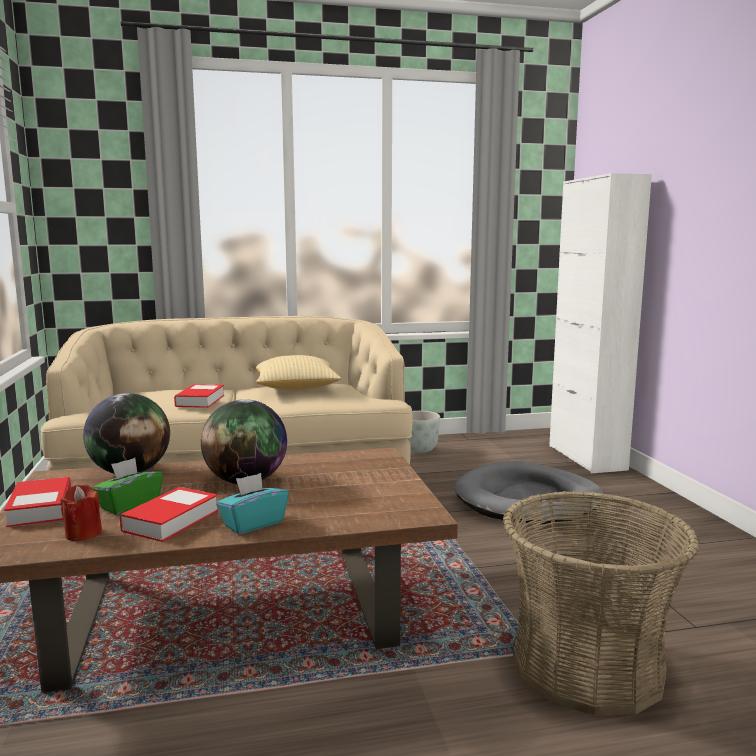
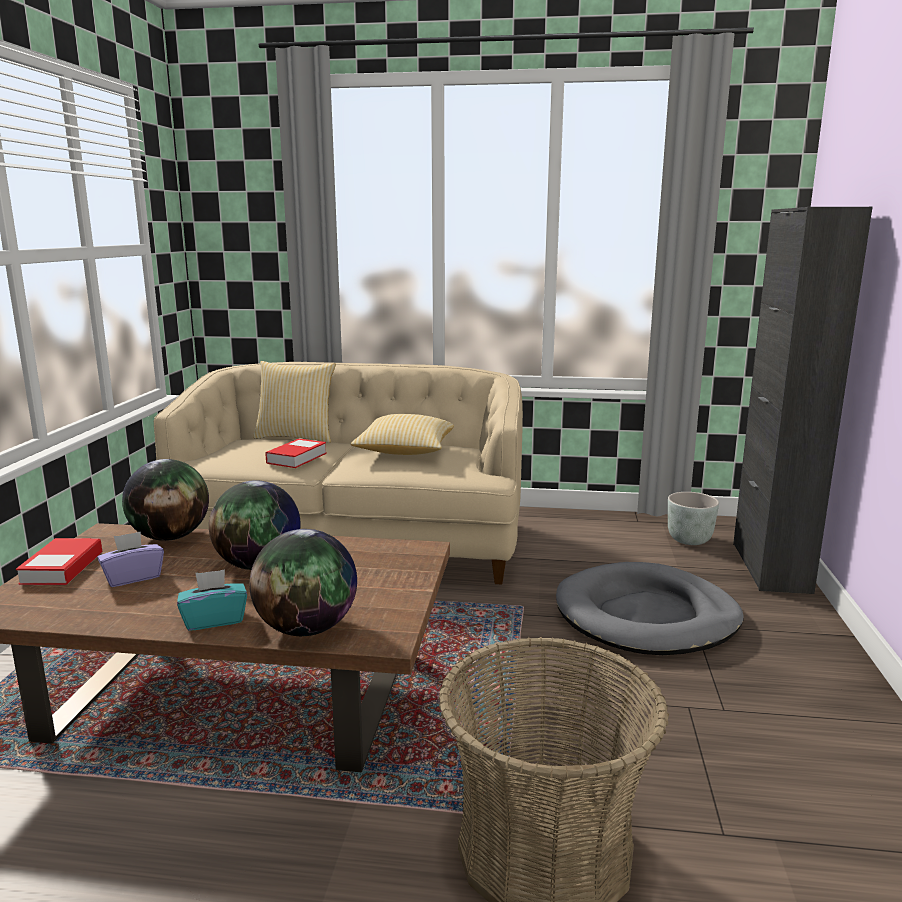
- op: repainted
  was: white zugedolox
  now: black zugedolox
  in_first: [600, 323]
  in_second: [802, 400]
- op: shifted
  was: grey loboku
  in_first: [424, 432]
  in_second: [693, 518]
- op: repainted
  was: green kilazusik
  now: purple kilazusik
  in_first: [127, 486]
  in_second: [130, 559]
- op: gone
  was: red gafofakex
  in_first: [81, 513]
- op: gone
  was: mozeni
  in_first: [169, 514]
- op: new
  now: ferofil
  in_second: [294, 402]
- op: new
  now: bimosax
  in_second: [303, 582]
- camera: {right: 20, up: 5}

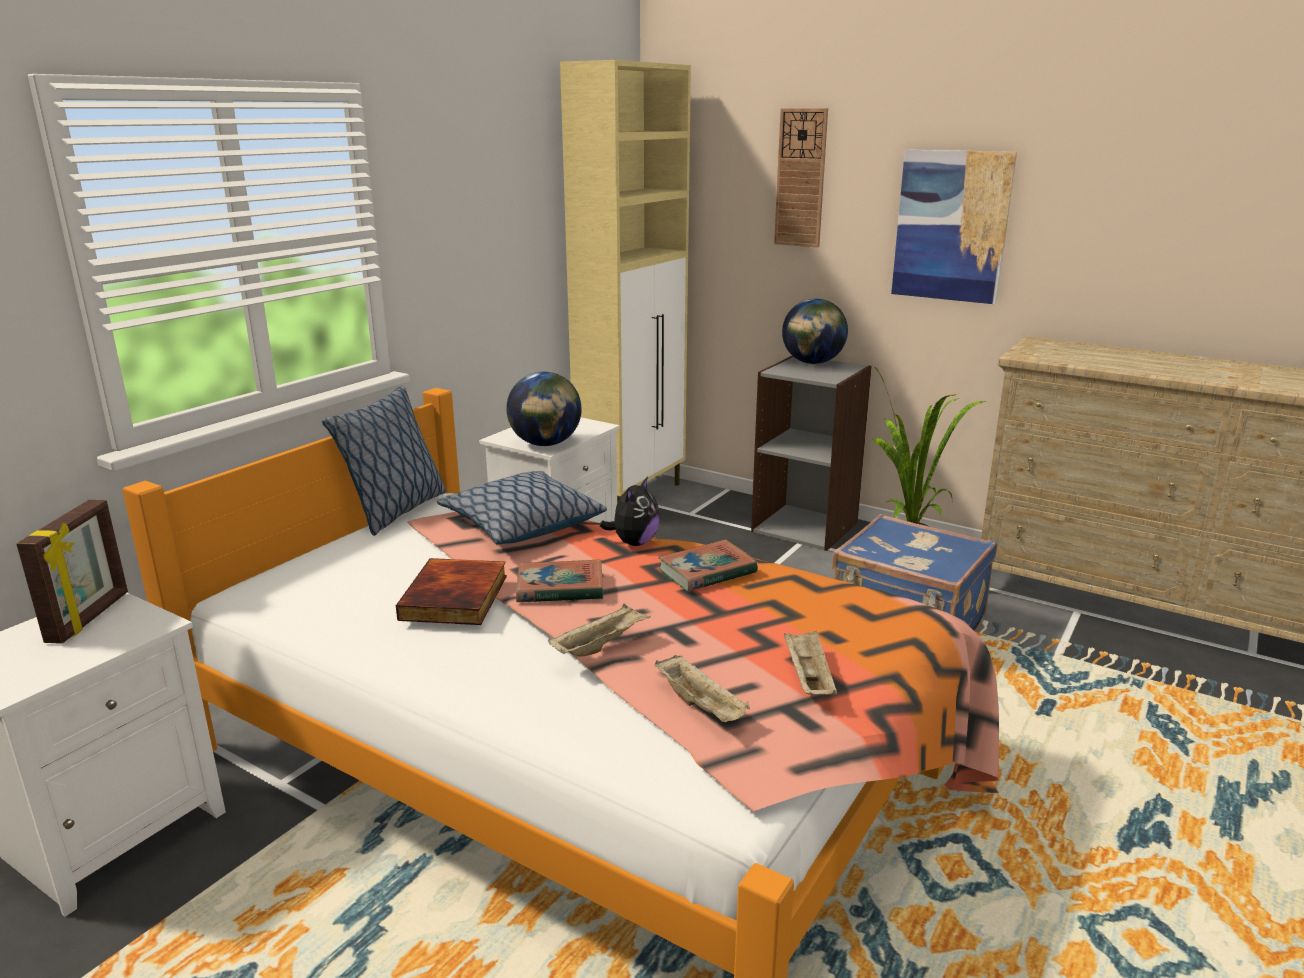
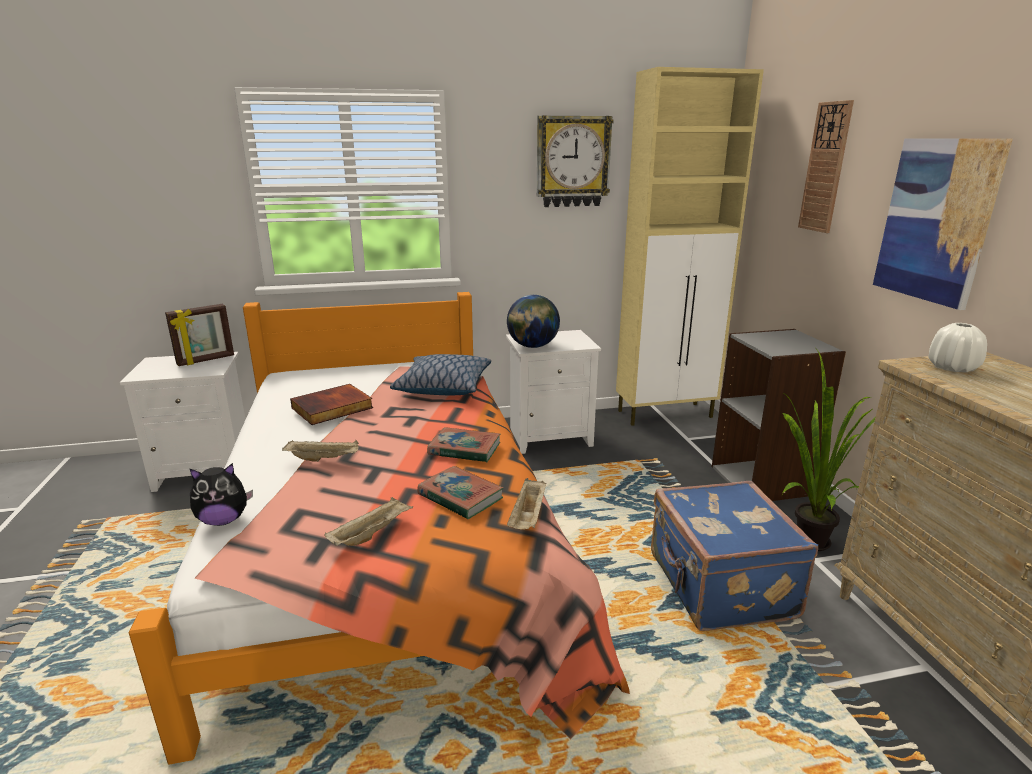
- op: gone
  was: bimosax
  in_first: [815, 331]
- op: gone
  was: ferofil
  in_first: [384, 461]
- op: shifted
  was: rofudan
  in_first: [630, 511]
  in_second: [221, 494]
- op: shifted
  was: mozeni
  in_first: [559, 580]
  in_second: [460, 492]
- op: shifted
  was: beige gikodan
  in_first: [702, 688]
  in_second: [526, 503]
- op: new
  now: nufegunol
  in_second: [575, 161]
- op: new
  now: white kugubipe
  in_second: [958, 348]
- camera: {right: 45, up: 0}

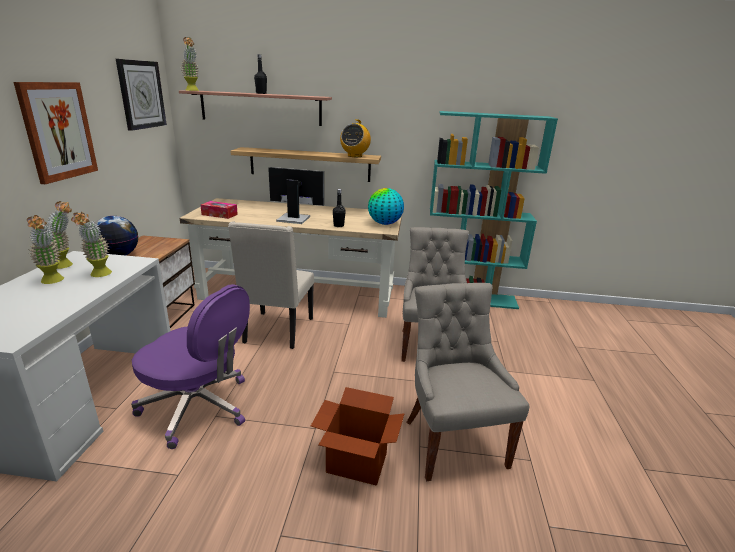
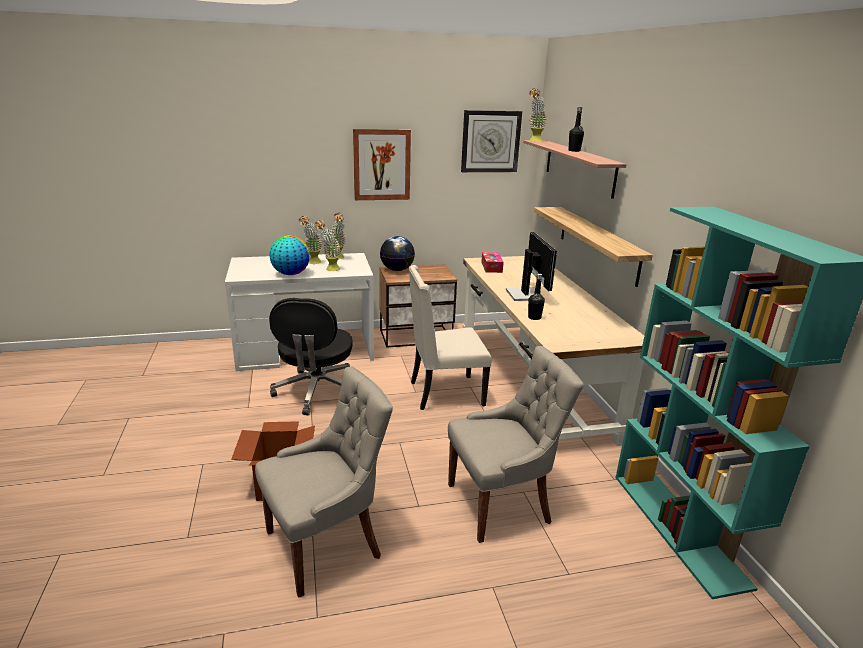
- op: gone
  was: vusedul
  in_first: [355, 138]
- op: shifted
  was: bimosax
  in_first: [386, 206]
  in_second: [289, 255]
- op: repainted
  was: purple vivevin
  now: black vivevin
  in_first: [190, 366]
  in_second: [311, 356]
- camera: {right: 70, up: 0}

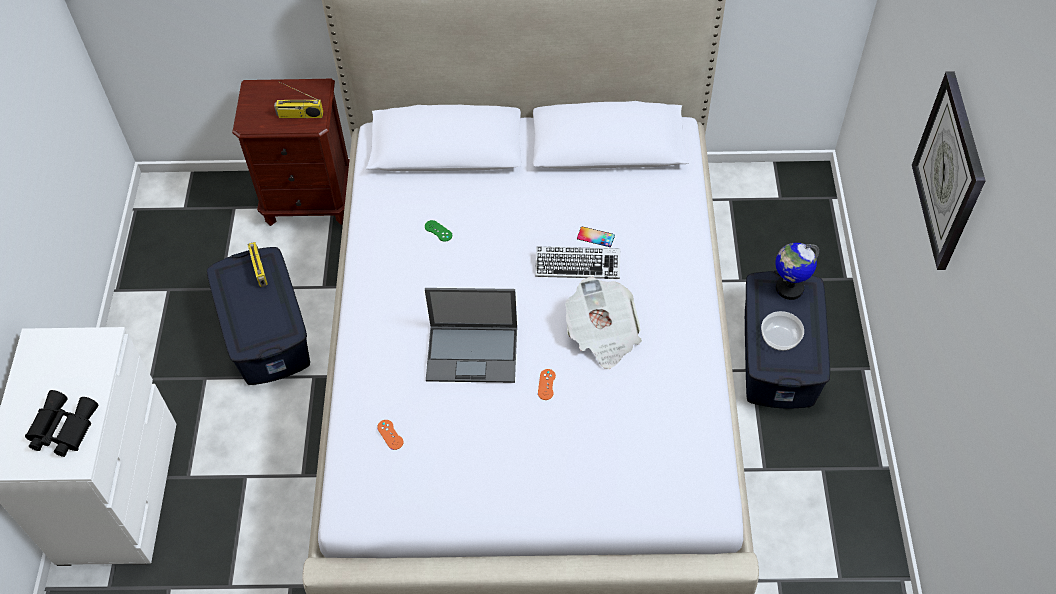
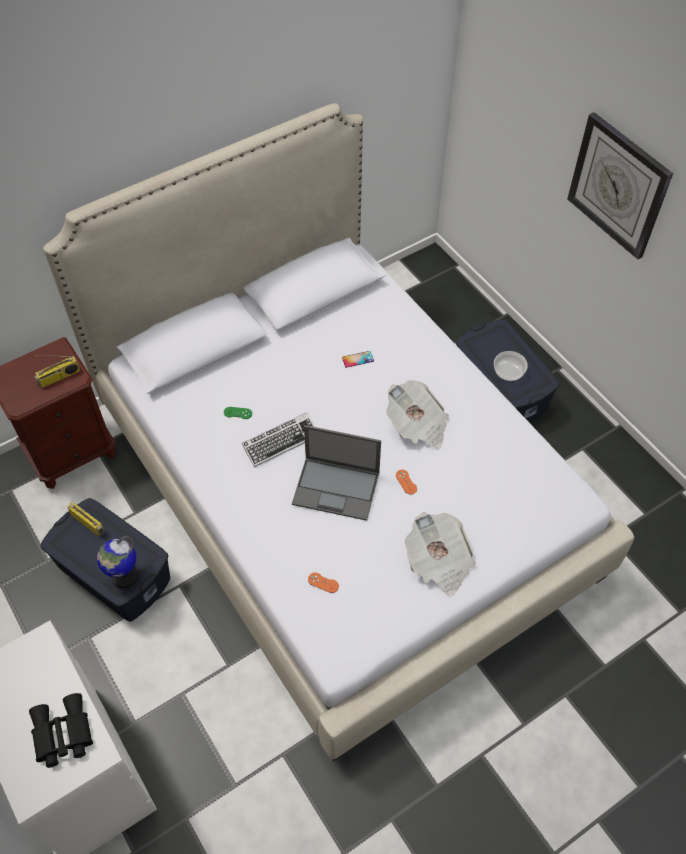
- op: shifted
  was: bimosax
  in_first: [797, 271]
  in_second: [118, 562]
- op: shifted
  was: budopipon
  in_first: [577, 262]
  in_second: [278, 439]
- op: rotated
  was: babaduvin
  in_first: [471, 335]
  in_second: [336, 473]
  clockwise: 45
- op: new
  now: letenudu
  in_second: [440, 554]
- camera: {right: -35, up: 0}

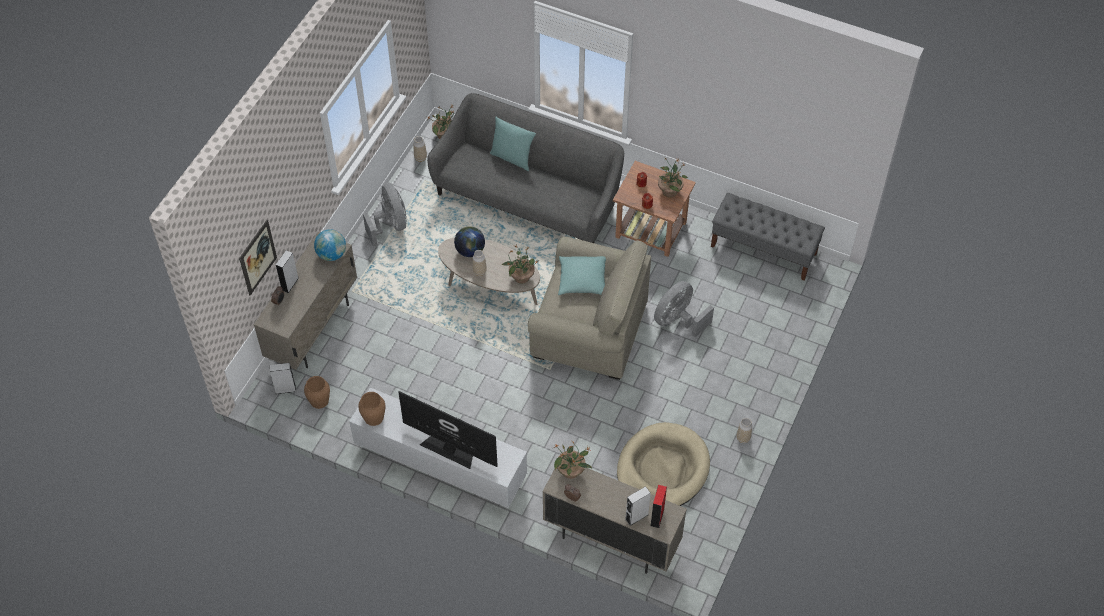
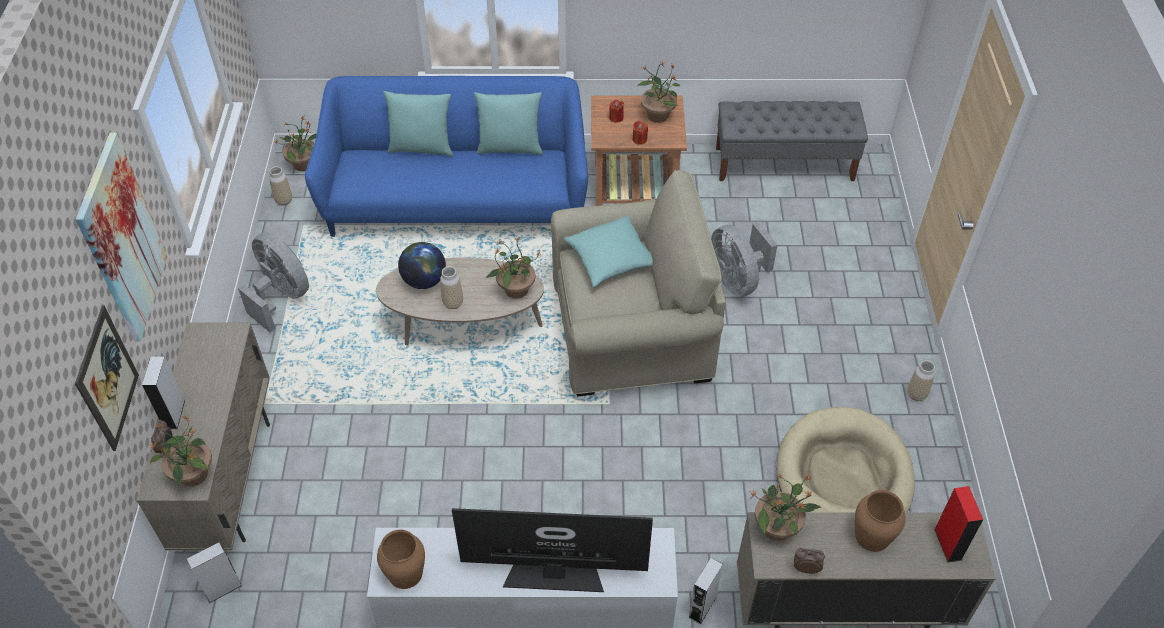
- op: repainted
  was: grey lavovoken
  now: blue lavovoken
  in_first: [525, 168]
  in_second: [446, 156]
- op: gone
  was: bimosax
  in_first: [330, 245]
- op: rotated
  was: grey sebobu
  in_first: [684, 309]
  in_second: [744, 258]
  clockwise: -45
- op: shifted
  was: brown kugubipe
  in_first: [317, 392]
  in_second: [880, 521]
- op: shifted
  was: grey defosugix
  in_first: [638, 506]
  in_second: [705, 591]
- op: new
  now: turquoise ferofil
  in_second: [508, 123]
- op: new
  now: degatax
  in_second: [121, 236]
- op: new
  now: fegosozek
  in_second: [180, 450]
- camera: {right: -25, up: -5}

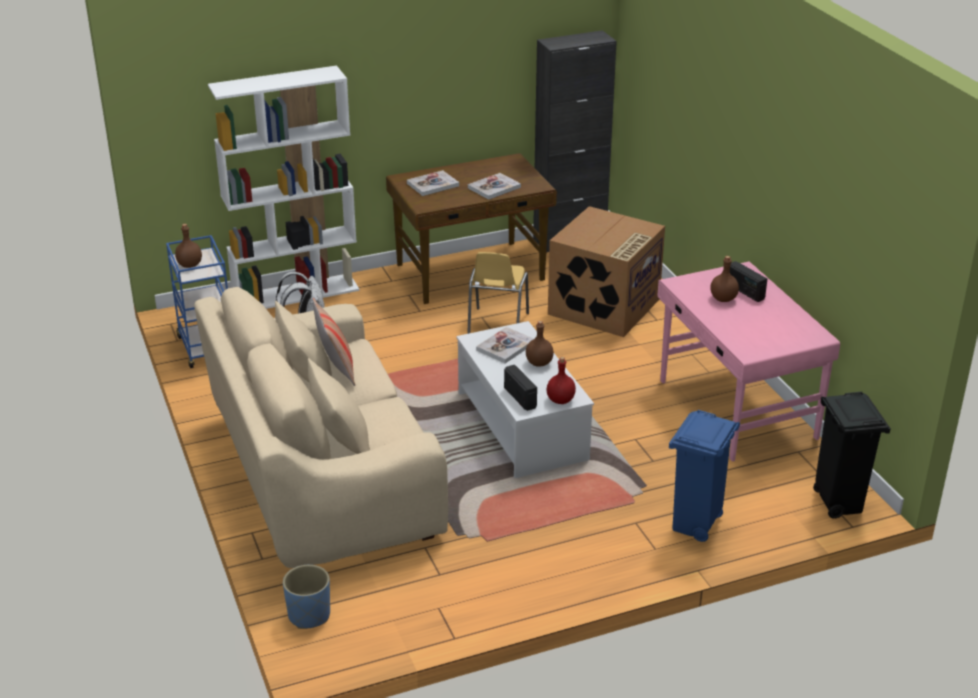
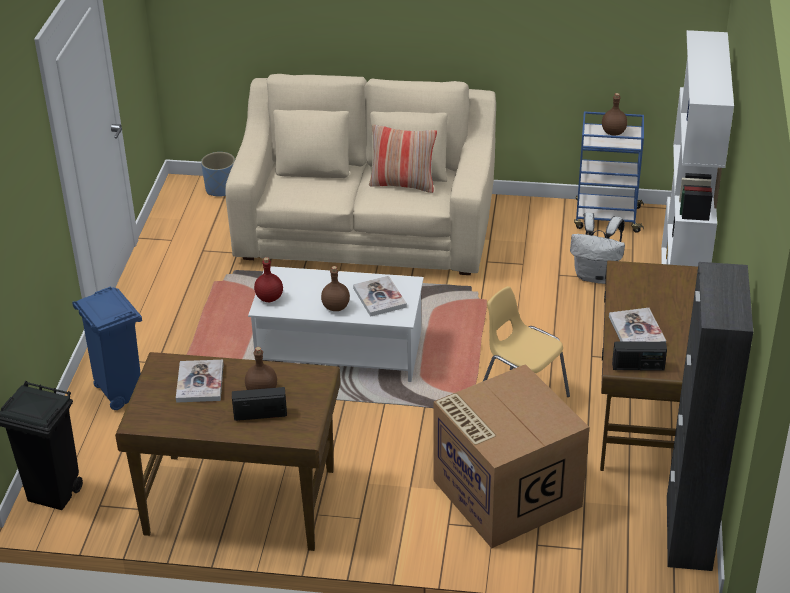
- op: shifted
  was: mozeni
  in_first: [433, 183]
  in_second: [200, 381]
- op: repainted
  was: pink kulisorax
  now: brown kulisorax
  in_first: [749, 362]
  in_second: [228, 451]
- op: shifted
  was: vusedul
  in_first: [520, 388]
  in_second: [639, 356]
- camera: {right: 120, up: 5}

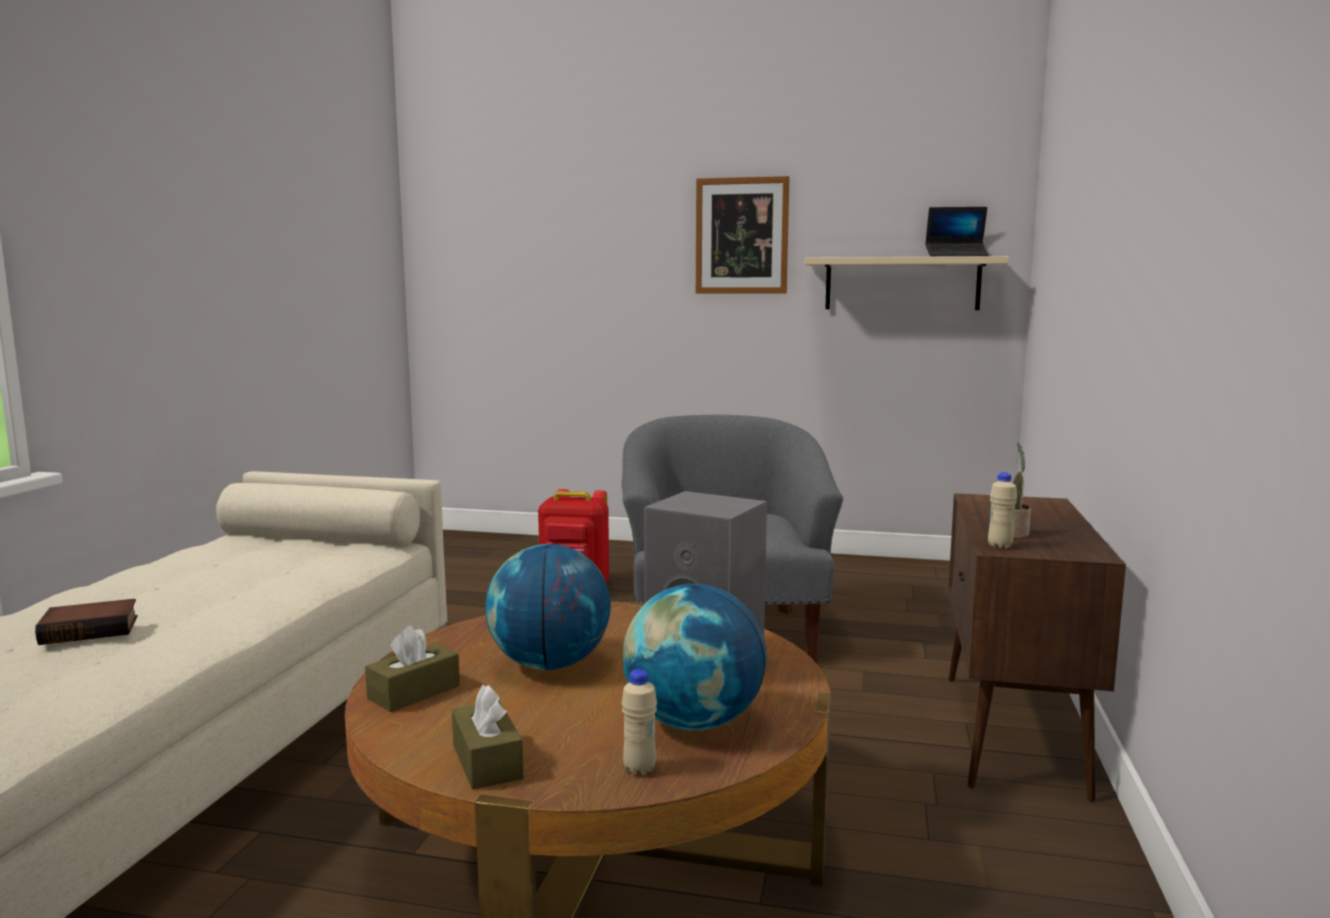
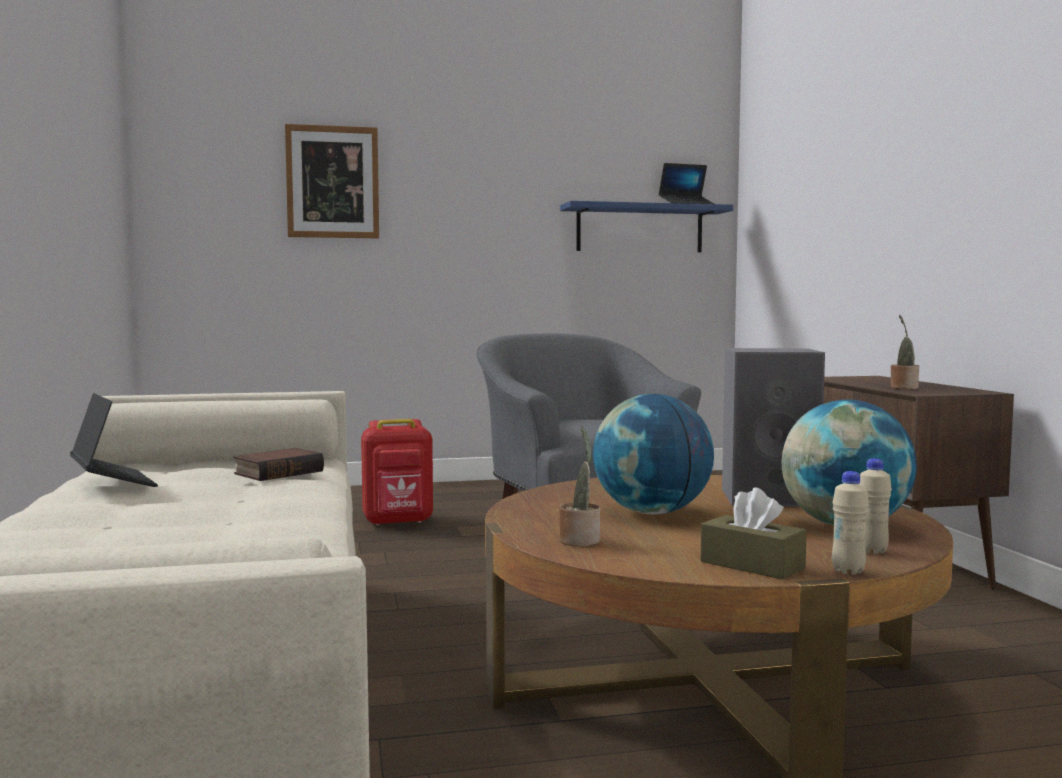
- op: shifted
  was: degatax
  in_first: [743, 235]
  in_second: [332, 181]
- op: repainted
  was: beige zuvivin
  now: blue zuvivin
  in_first: [907, 283]
  in_second: [646, 226]
- op: shifted
  was: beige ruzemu
  in_first: [1002, 510]
  in_second: [850, 523]
- op: shifted
  was: mozeni
  in_first: [86, 622]
  in_second: [279, 464]
- op: swapped
  was: brown kilazusik
  now: fegosozek
  in_first: [412, 669]
  in_second: [579, 486]
- op: new
  now: babaduvin
  in_second: [114, 440]
- camera: {right: -25, up: -5}

